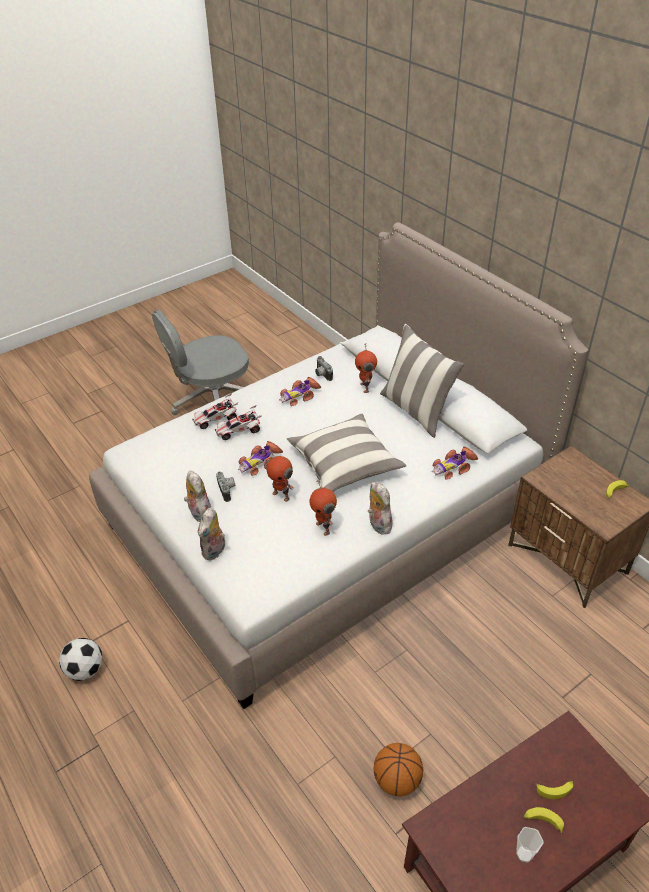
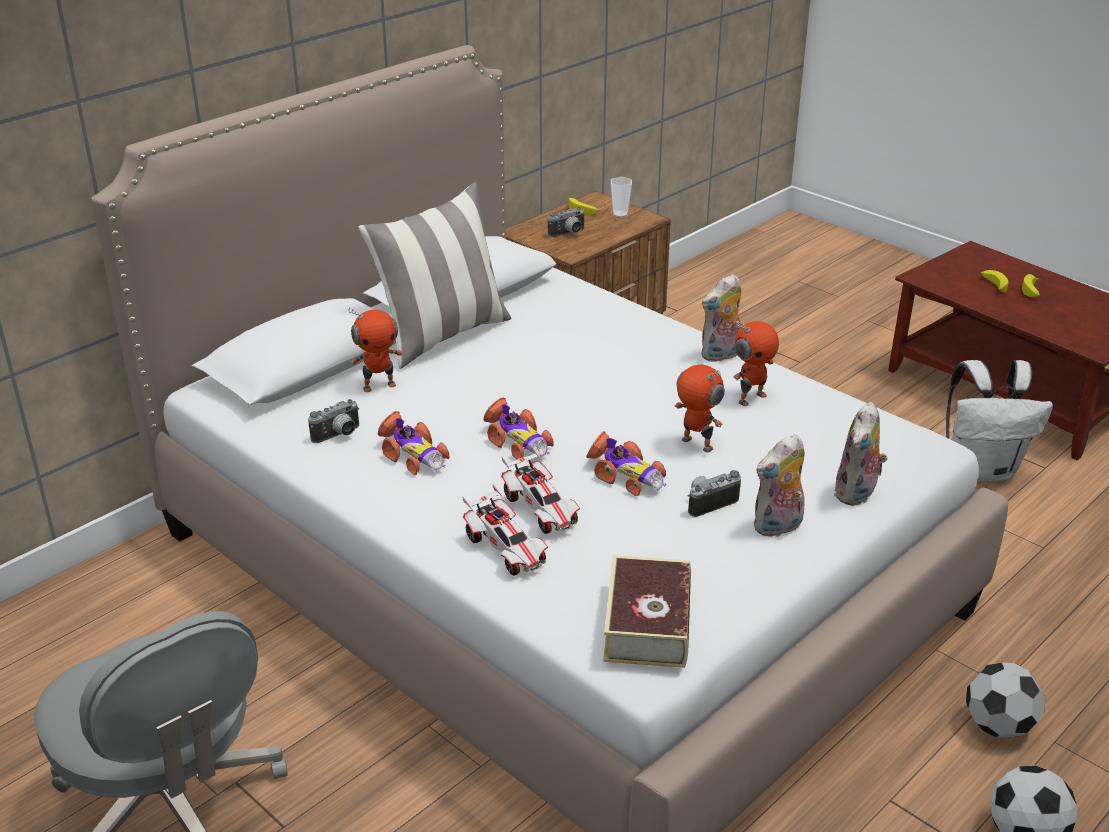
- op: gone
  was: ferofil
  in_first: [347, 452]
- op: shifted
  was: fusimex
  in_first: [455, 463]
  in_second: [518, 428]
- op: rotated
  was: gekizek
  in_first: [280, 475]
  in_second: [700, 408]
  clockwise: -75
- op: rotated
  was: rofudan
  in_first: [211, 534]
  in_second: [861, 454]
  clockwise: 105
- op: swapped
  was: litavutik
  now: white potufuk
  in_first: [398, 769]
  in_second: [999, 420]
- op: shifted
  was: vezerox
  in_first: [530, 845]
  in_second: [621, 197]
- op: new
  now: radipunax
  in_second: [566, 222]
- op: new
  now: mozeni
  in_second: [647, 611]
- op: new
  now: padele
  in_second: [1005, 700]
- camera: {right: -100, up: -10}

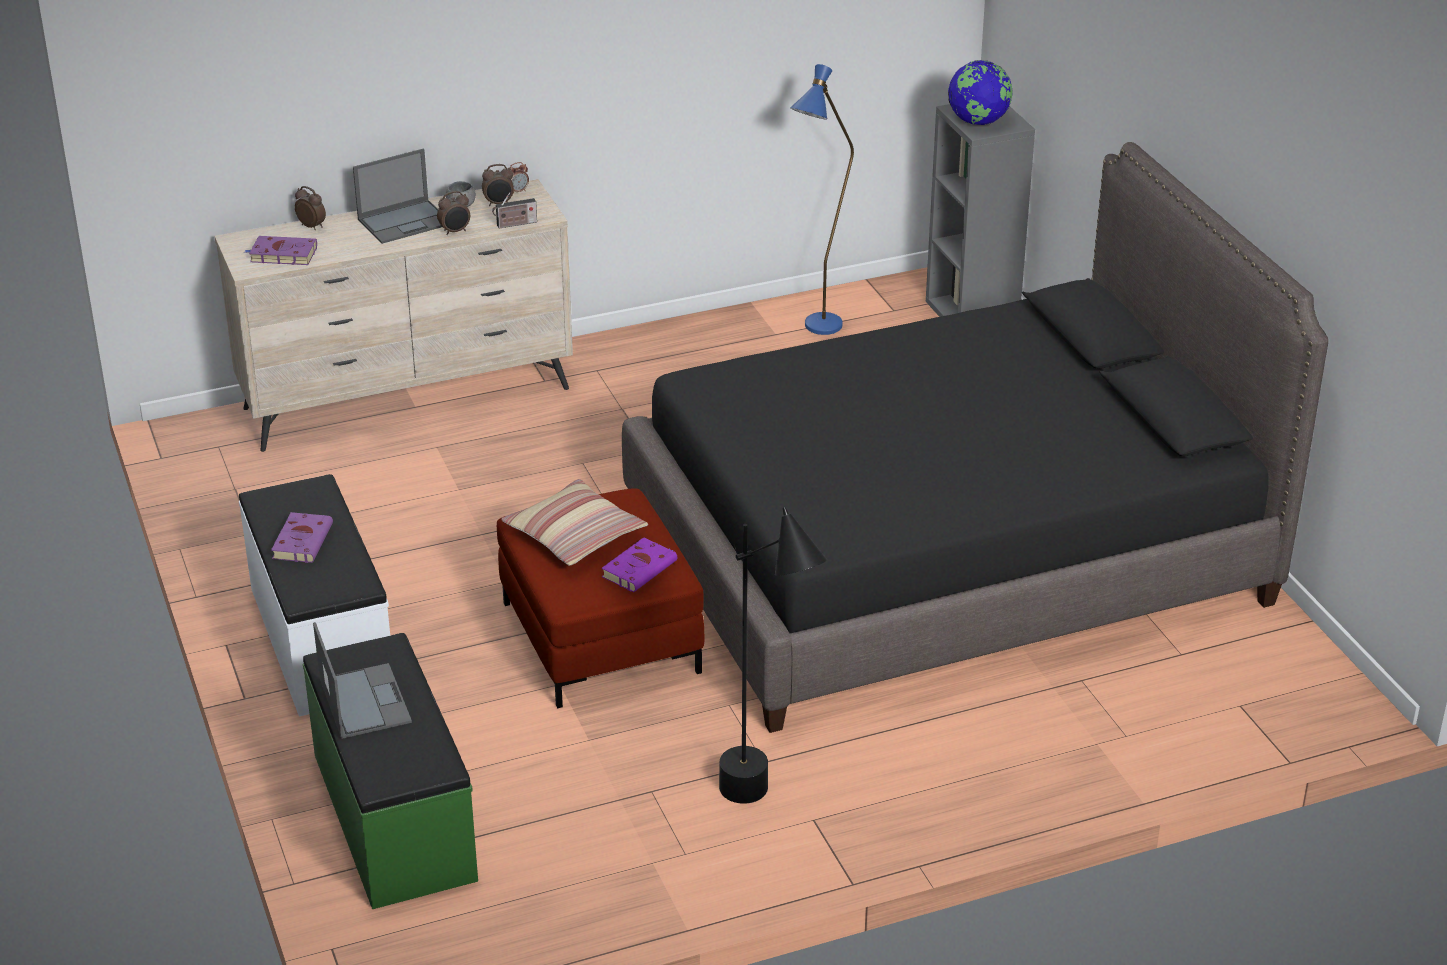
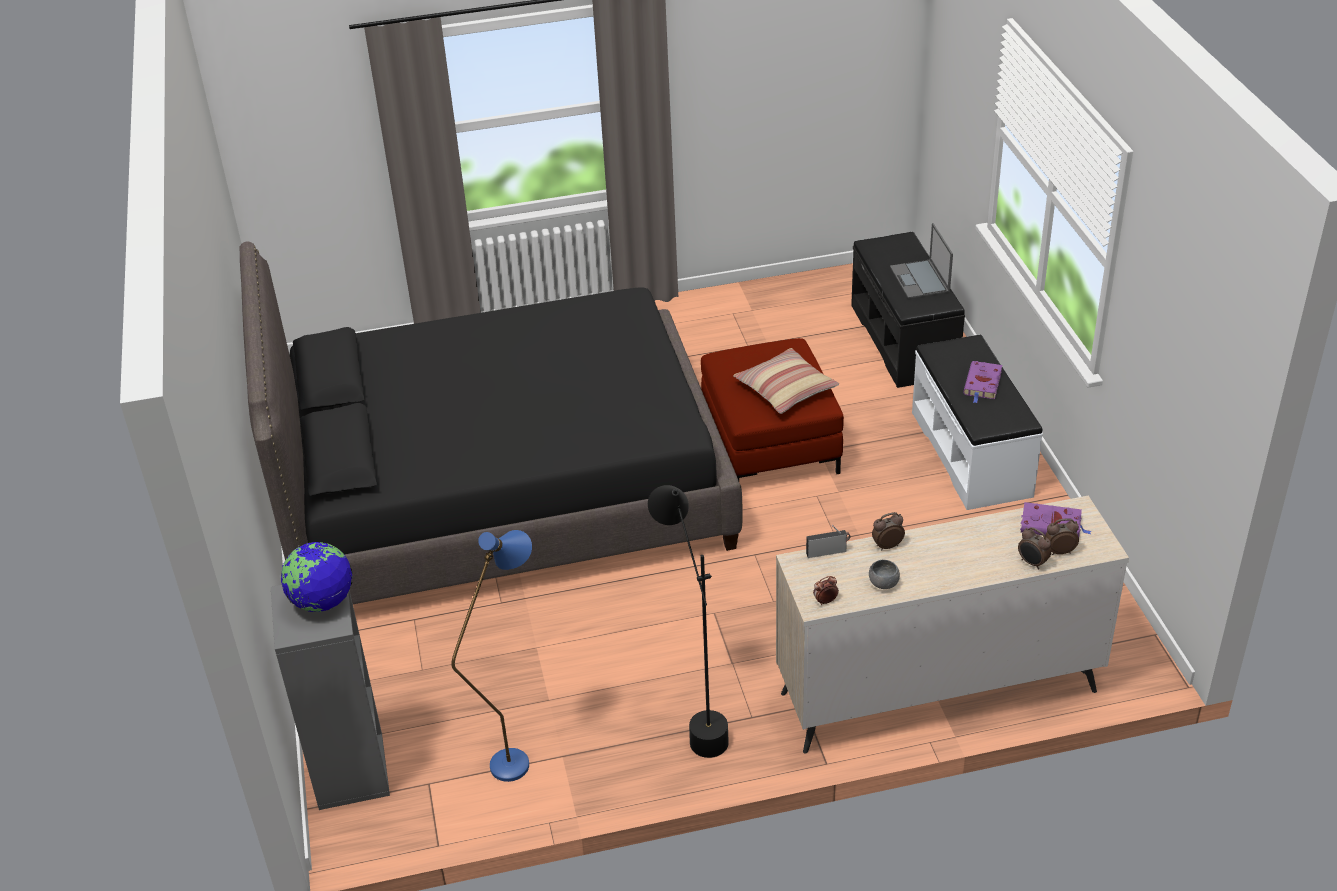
- op: gone
  was: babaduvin
  in_first: [397, 196]
- op: shifted
  was: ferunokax
  in_first: [498, 185]
  in_second: [1062, 536]
- op: shifted
  was: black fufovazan
  in_first: [773, 655]
  in_second: [688, 621]
- op: gone
  was: purple mozeni
  in_first: [639, 564]
- op: repainted
  was: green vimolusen
  now: black vimolusen
  in_first: [390, 771]
  in_second: [908, 310]
- camera: {right: -170, up: 5}

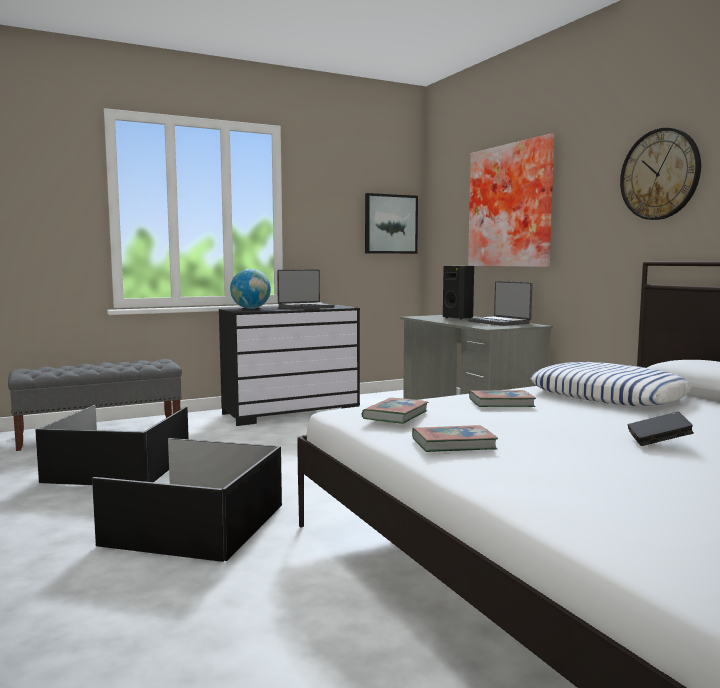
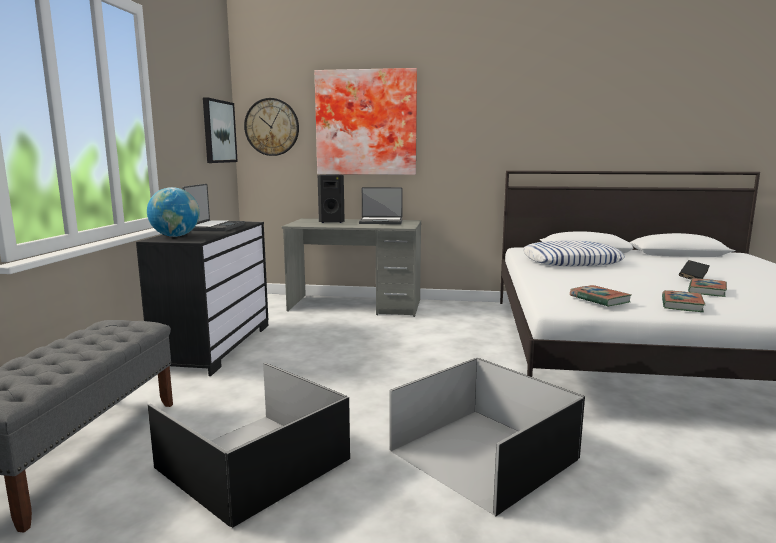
- op: shifted
  was: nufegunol
  in_first: [660, 174]
  in_second: [271, 127]
- op: shifted
  was: mozeni
  in_first: [502, 398]
  in_second: [707, 287]
- camera: {right: -55, up: 5}

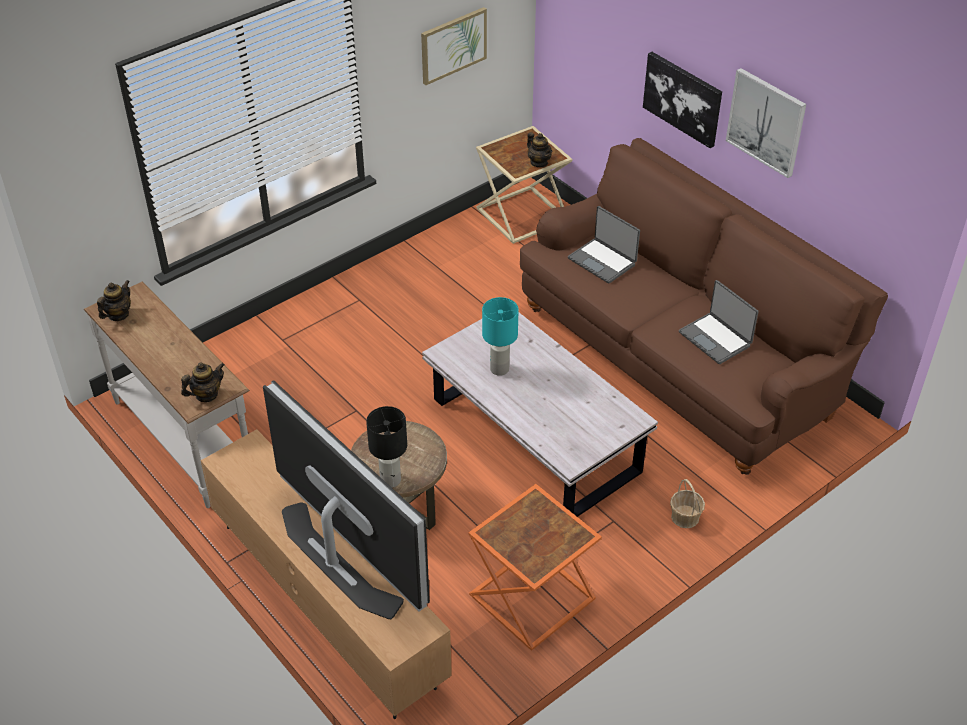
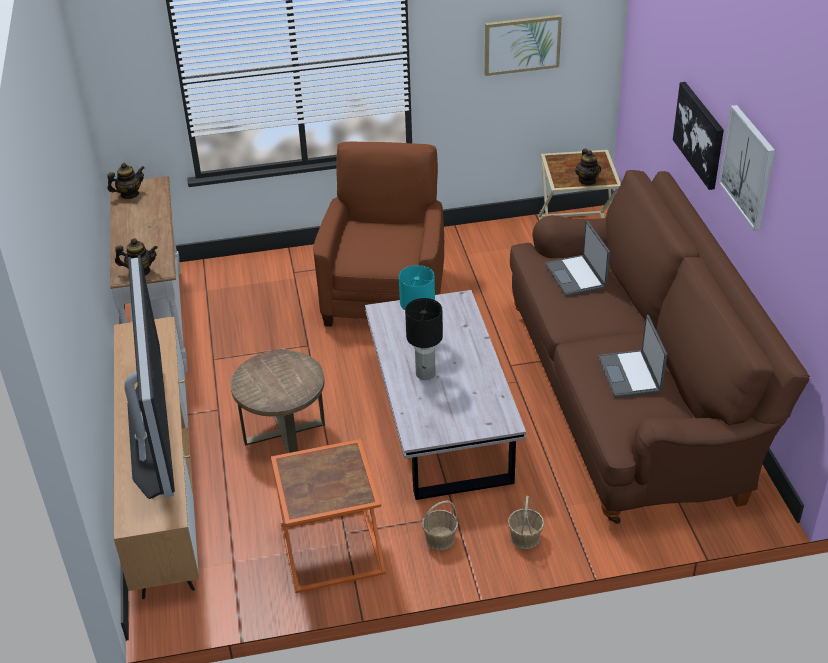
- op: shifted
  was: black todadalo
  in_first: [386, 447]
  in_second: [424, 339]
- op: new
  now: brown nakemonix
  in_second: [378, 234]
- op: new
  now: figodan
  in_second: [440, 525]
- camera: {right: 30, up: -5}

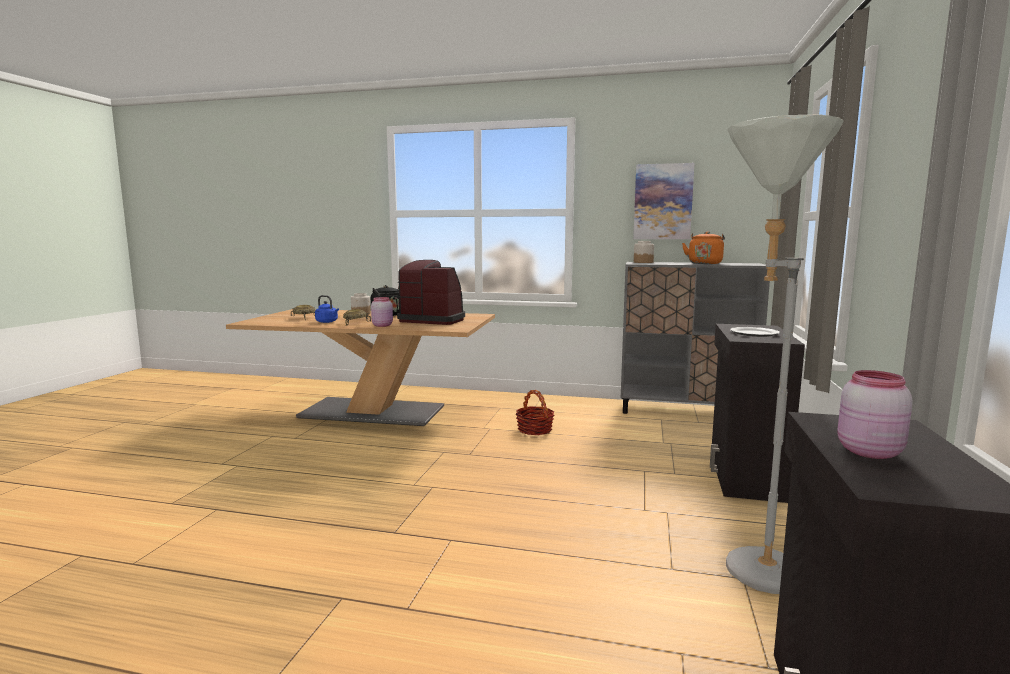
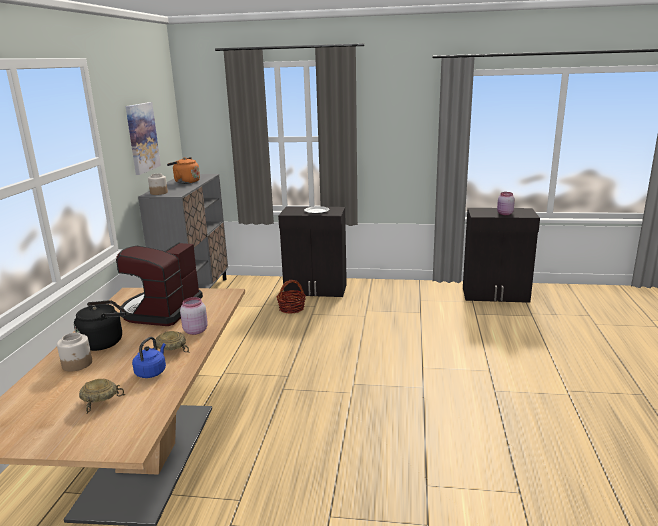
- op: gone
  was: grey fufovazan
  in_first: [785, 354]
- op: shifted
  was: figodan
  in_first: [535, 412]
  in_second: [291, 297]
- camera: {right: -95, up: 10}

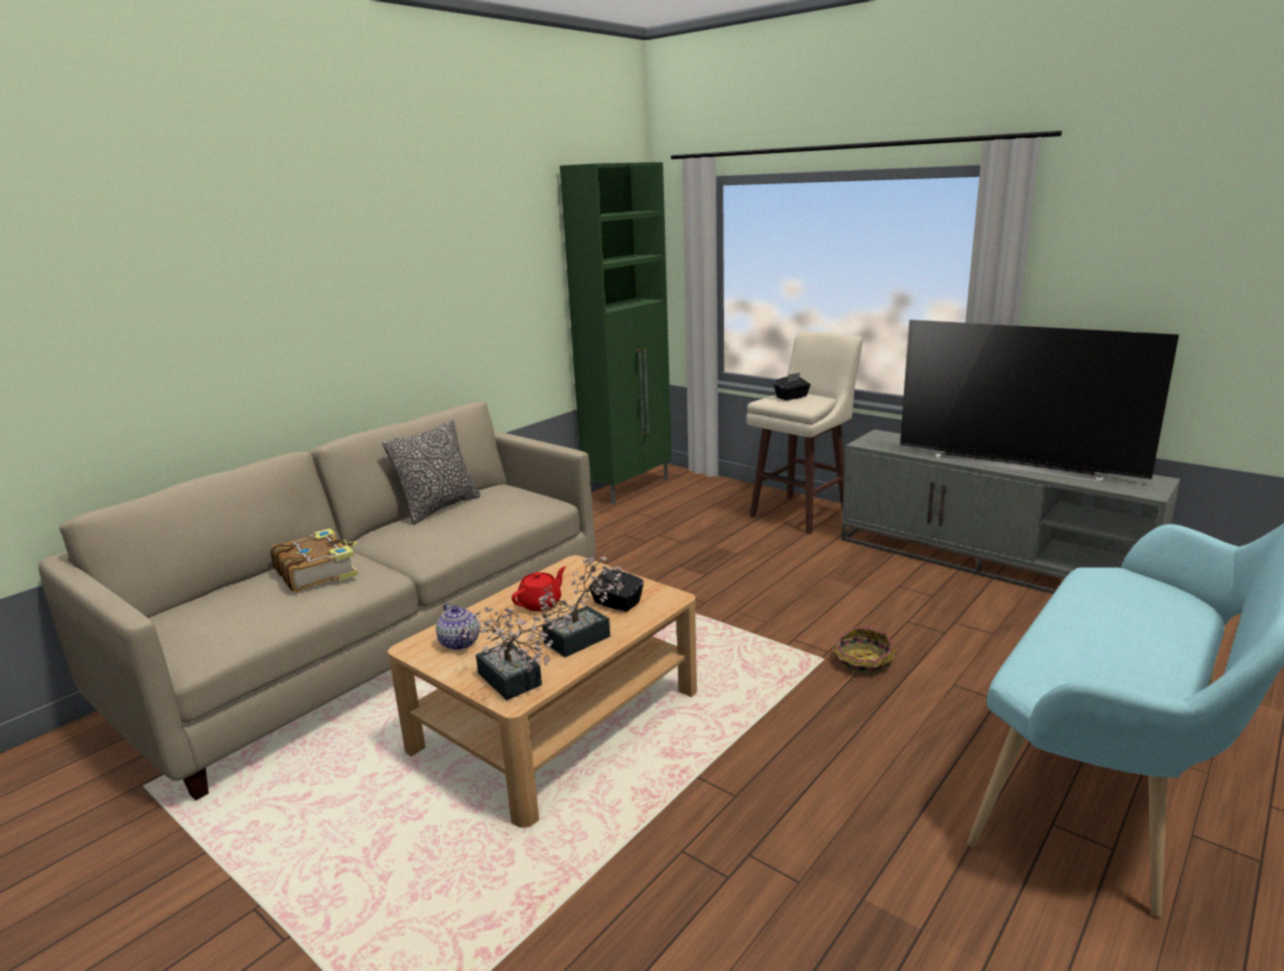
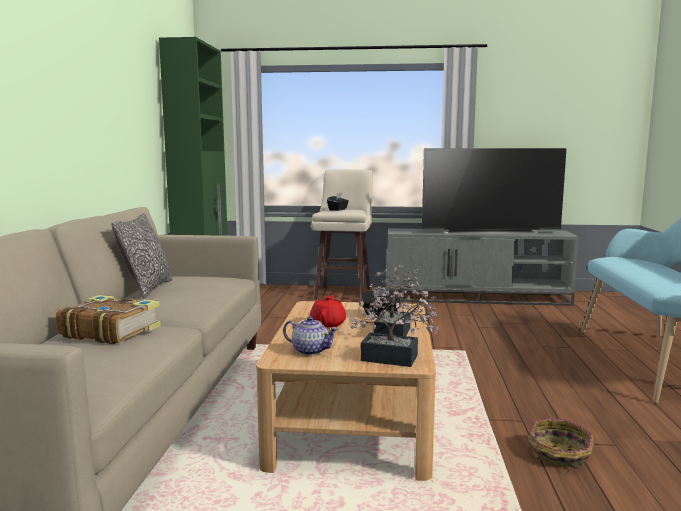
- op: shifted
  was: figodan
  in_first: [863, 650]
  in_second: [560, 444]
- camera: {right: -35, up: -10}

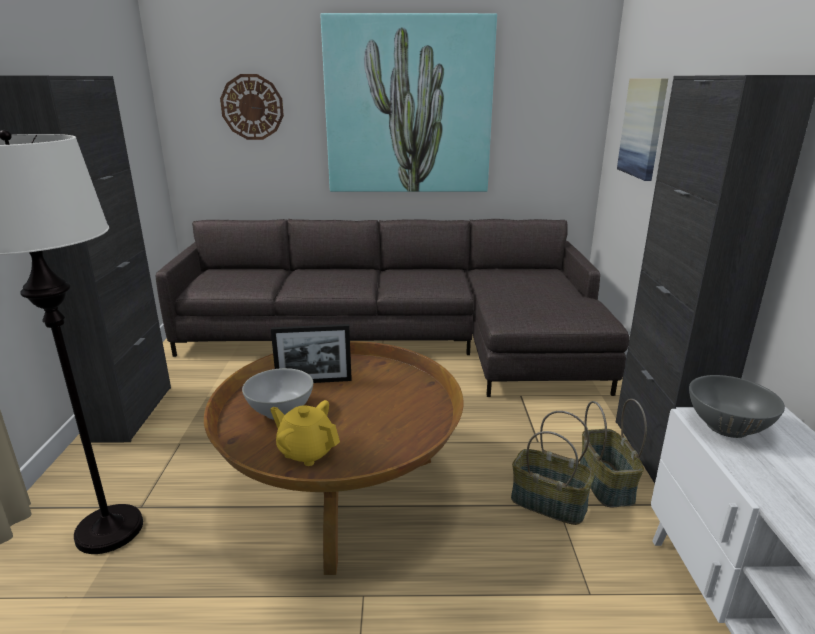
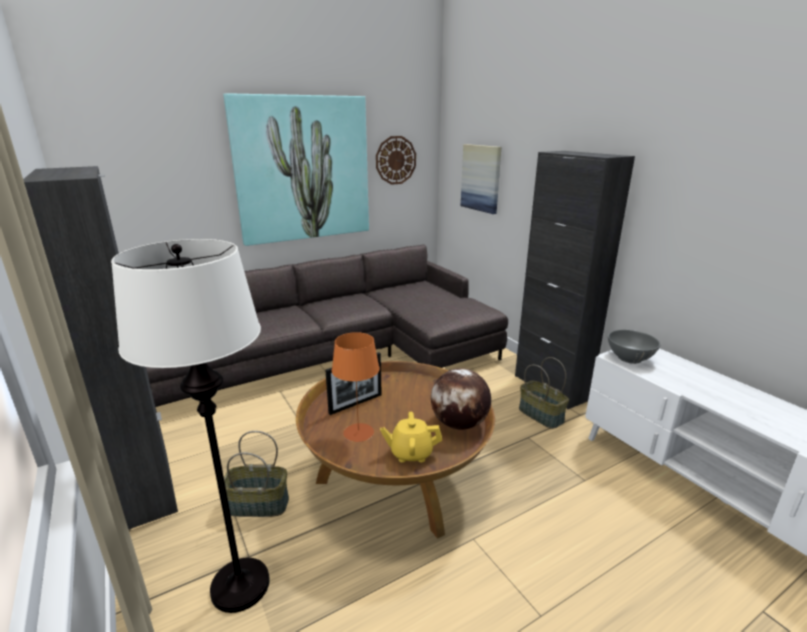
- op: shifted
  was: nufegunol
  in_first: [252, 107]
  in_second: [396, 160]
- op: swapped
  was: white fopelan
  now: orange todadalo
  in_first: [277, 394]
  in_second: [356, 387]
- op: shifted
  was: figodan
  in_first: [553, 468]
  in_second: [256, 474]
- op: new
  now: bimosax
  in_second: [461, 399]
- camera: {right: -30, up: 0}

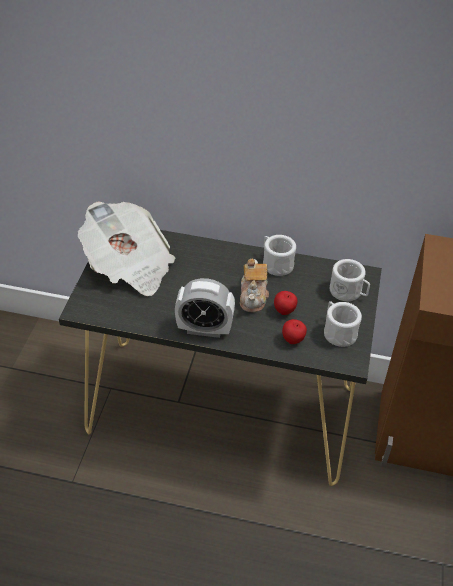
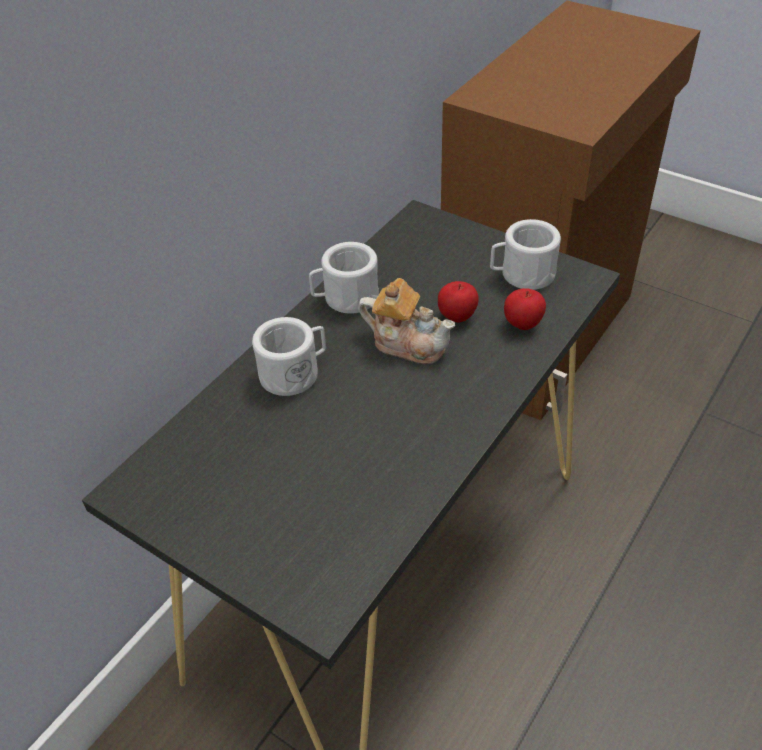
- op: gone
  was: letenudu
  in_first: [127, 248]
- op: shifted
  was: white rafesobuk
  in_first: [350, 280]
  in_second: [289, 356]
- op: gone
  was: ferunokax
  in_first: [205, 308]
- camera: {right: -65, up: 0}

